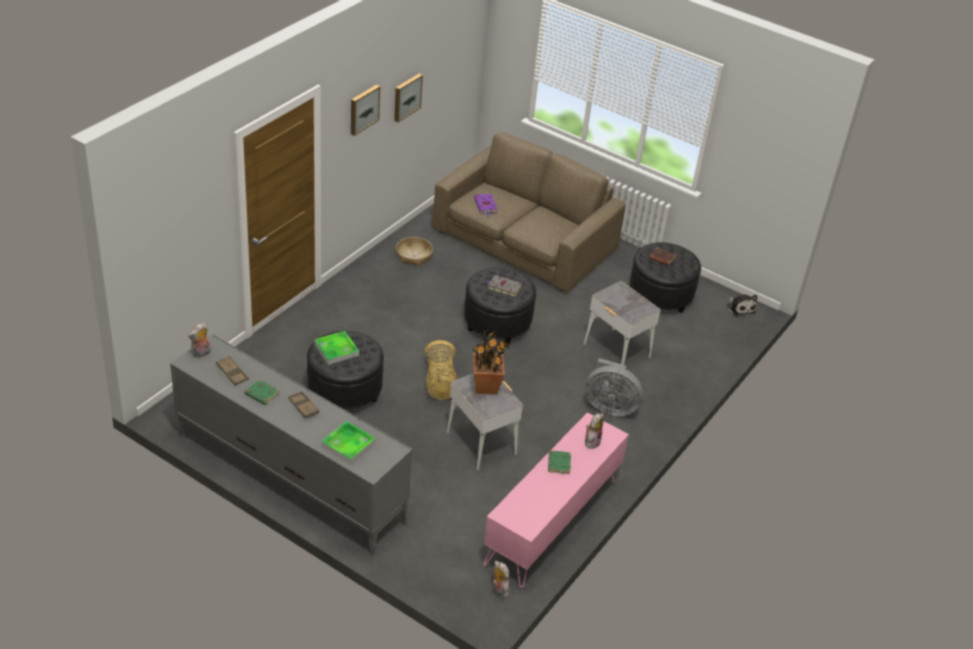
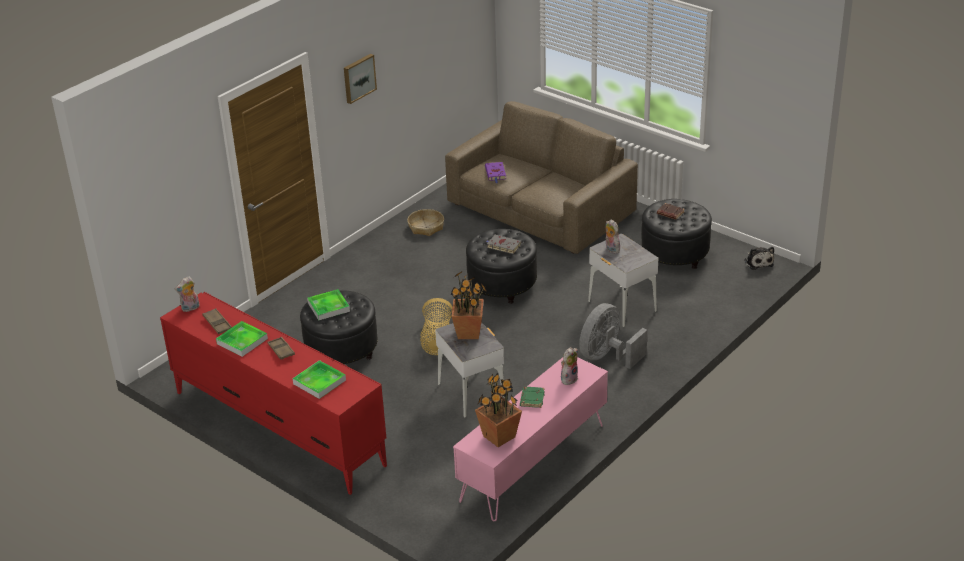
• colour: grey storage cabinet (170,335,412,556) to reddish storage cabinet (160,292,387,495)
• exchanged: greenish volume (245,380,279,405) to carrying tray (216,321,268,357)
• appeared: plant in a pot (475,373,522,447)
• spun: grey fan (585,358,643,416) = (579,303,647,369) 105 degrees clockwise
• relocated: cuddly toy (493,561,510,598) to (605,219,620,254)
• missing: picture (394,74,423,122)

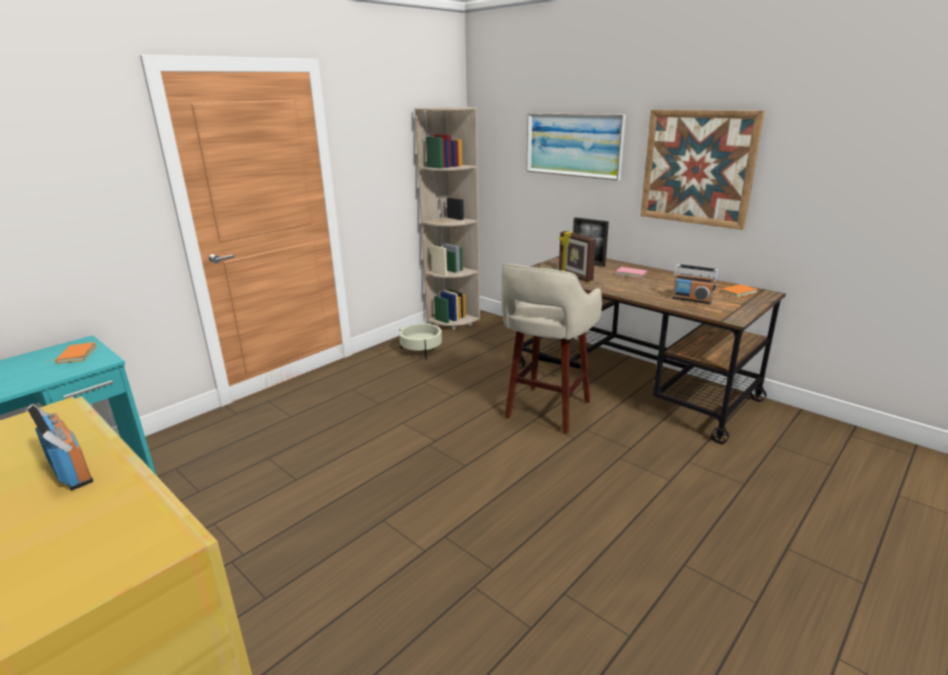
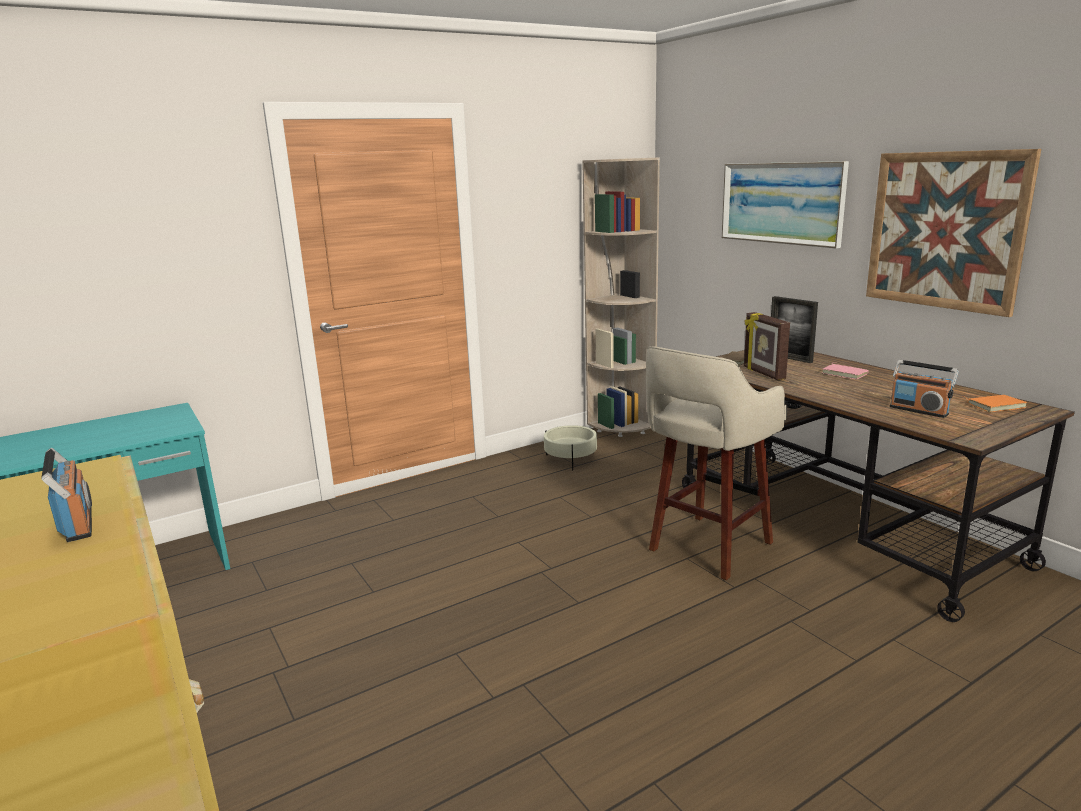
• missing: orange volume (47,342,97,364)

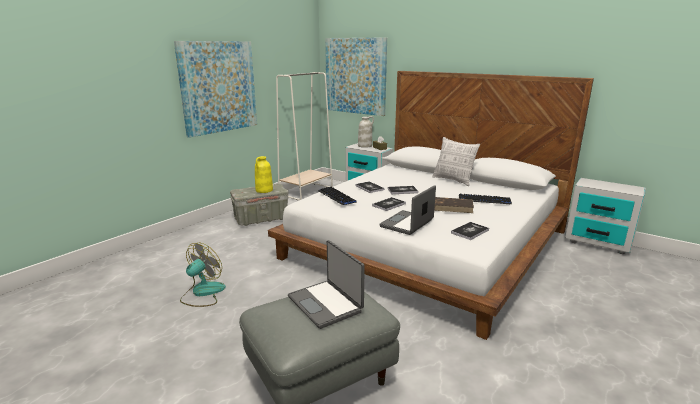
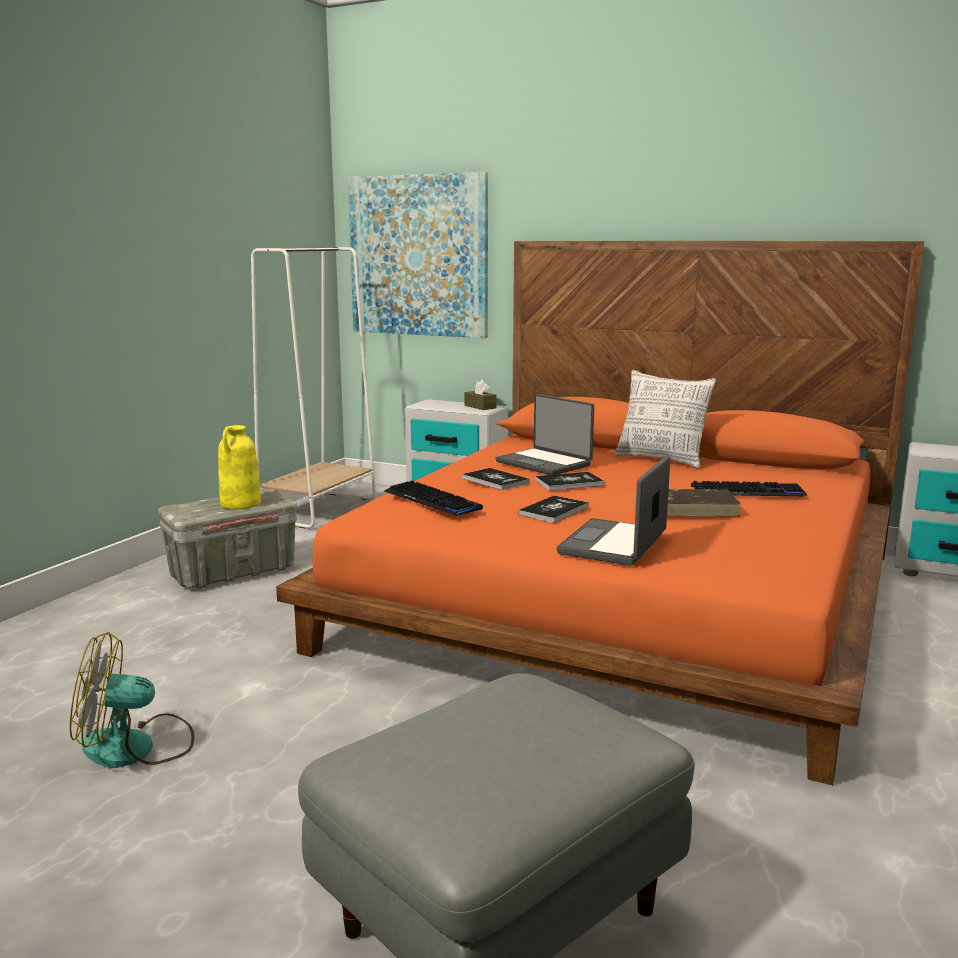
• spun: fan (180,243,226,307) = (70,632,194,768) 120 degrees counterclockwise
• colour: white-coloured bedroom bed (268,71,594,340) to orange bedroom bed (276,241,924,785)
• relocated: portable computer (288,240,365,329) to (496,394,594,475)
• missing: picture (174,41,257,138)
• missing: white-coloured flower vase (358,116,374,148)
• missing: volume (451,222,489,240)

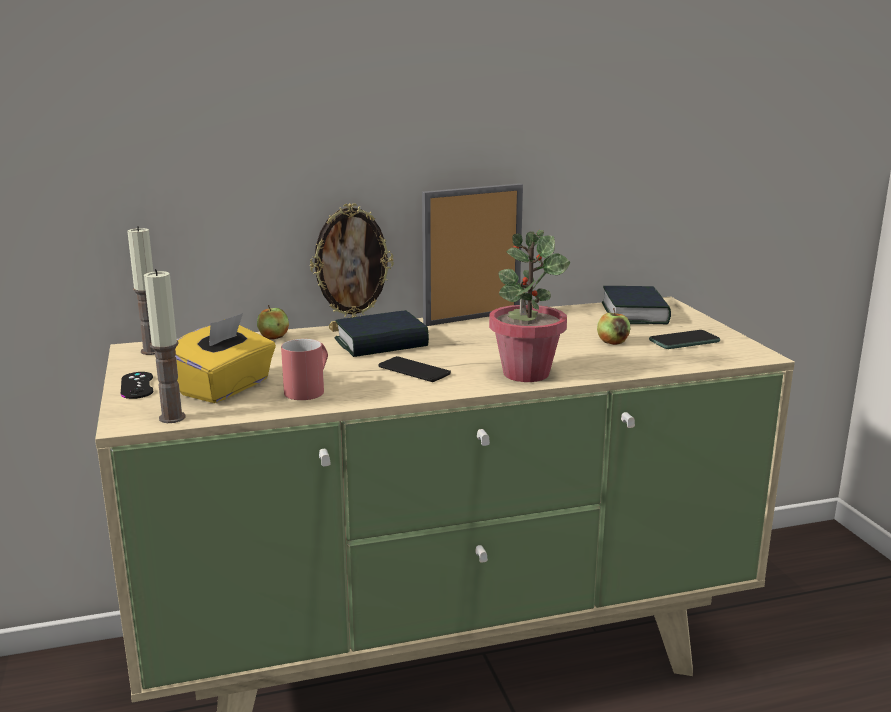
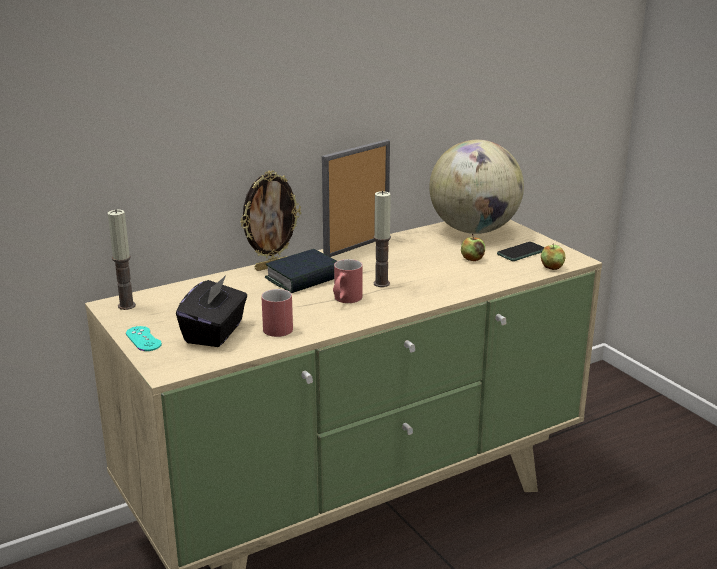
• colour: blackish gamepad (121,372,153,399) to turquoise-coloured gamepad (126,326,162,351)
• colour: yellow box of tissues (175,313,276,403) to blackish box of tissues (176,275,247,347)
• exchanged: handset (379,356,451,382) to reddish coffee mug (333,259,363,303)
• relocated: wax light (144,269,186,423) to (373,191,391,287)
• exchanged: volume (602,286,671,324) to globe (429,140,524,234)
• relocated: apple (257,305,289,340) to (541,244,565,270)
• missing: plant in a pot (489,230,570,382)

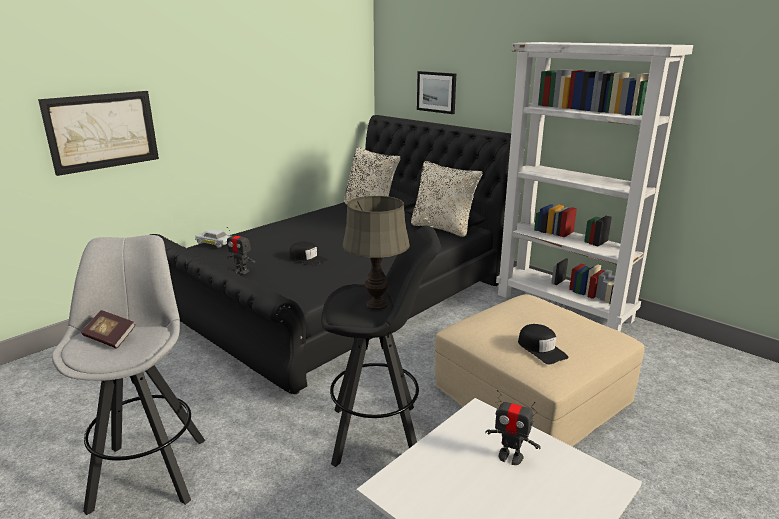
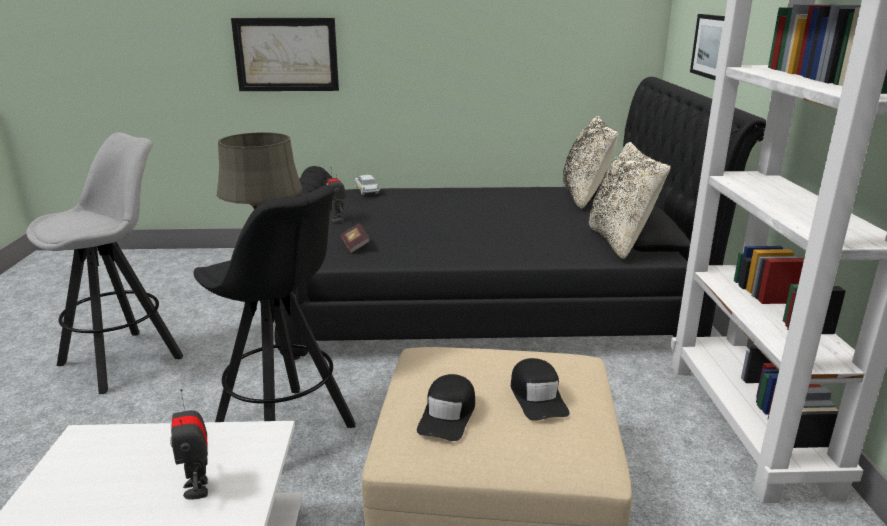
• relocated: volume (81,310,136,348) to (340,224,370,253)
• relocated: blackish cap (289,241,328,266) to (511,358,570,421)

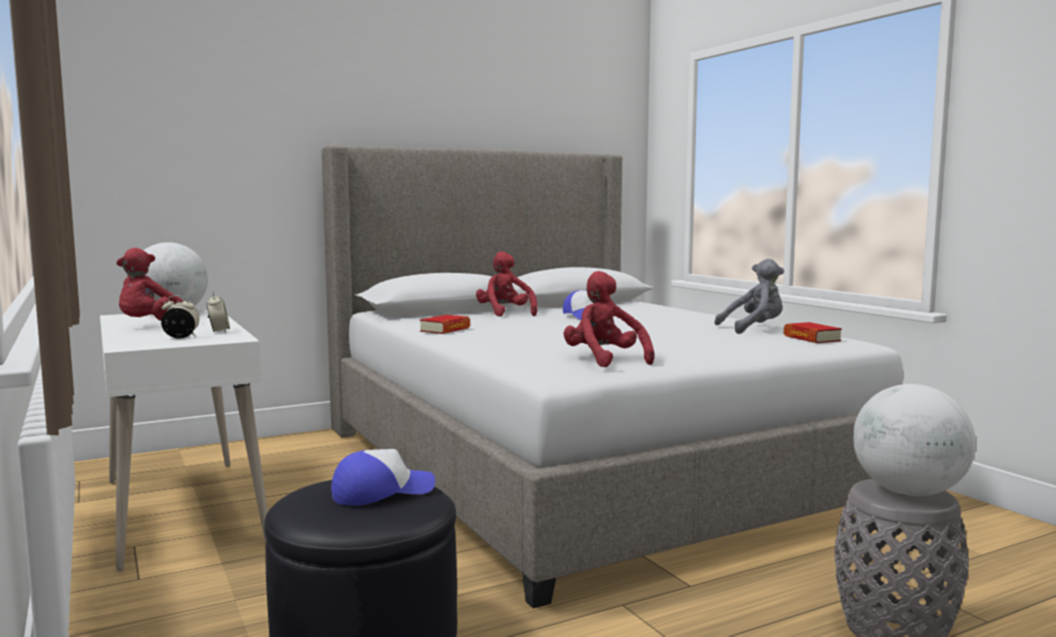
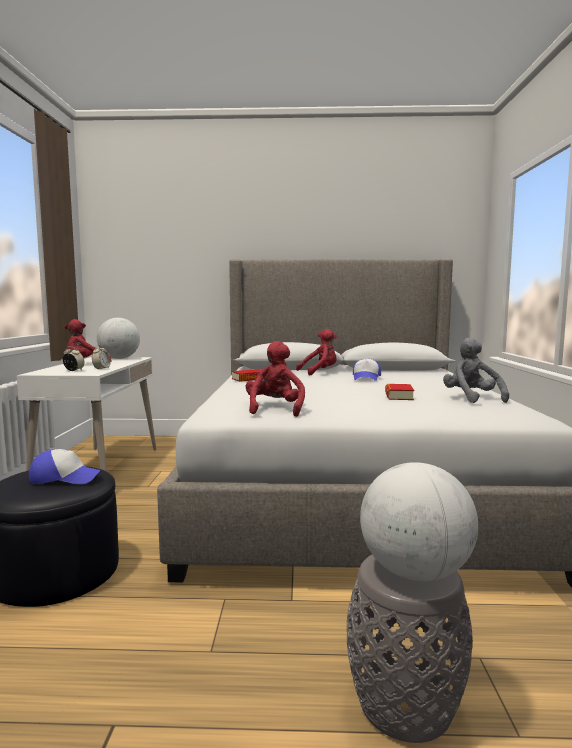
• spun: reddish cuddly toy (476,251,538,317) = (296,329,337,375) 60 degrees clockwise
• relocated: volume (784,322,842,343) to (385,384,414,400)
• spun: grey cuddly toy (714,259,784,334) = (443,338,509,403) 120 degrees counterclockwise

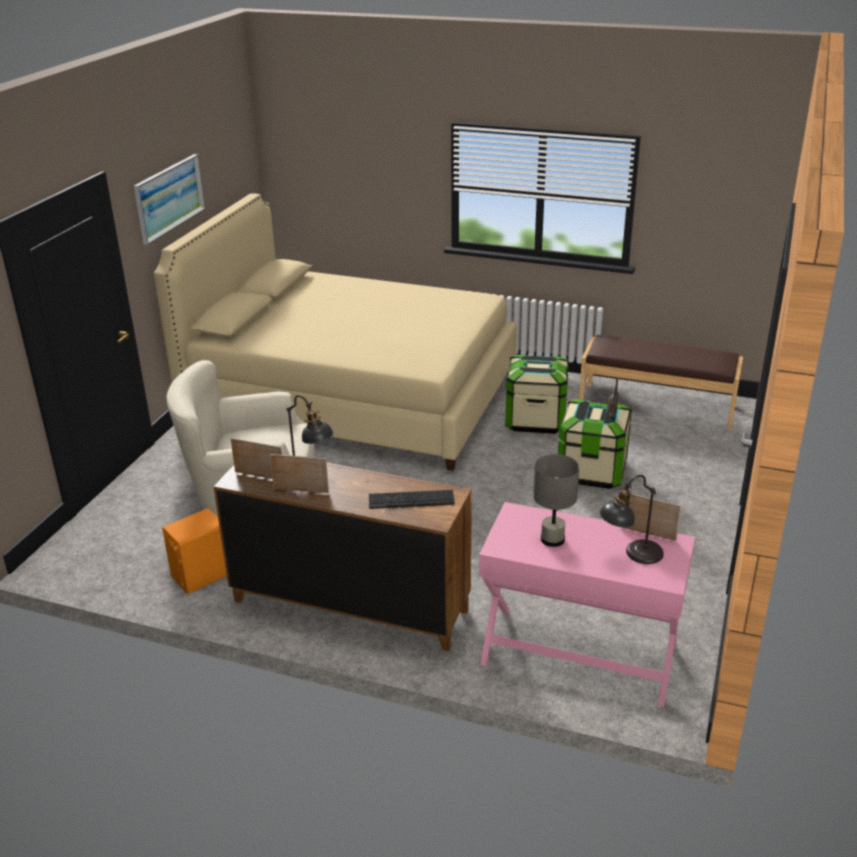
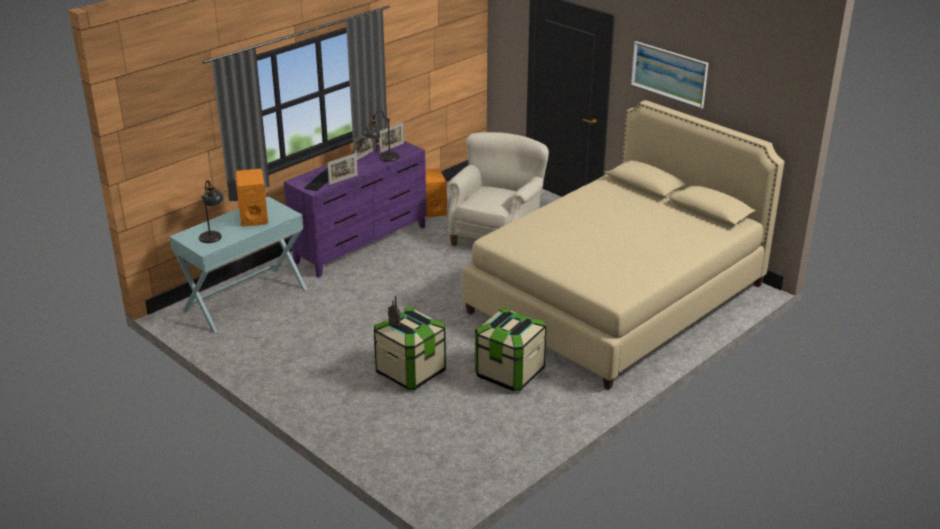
• colour: pink-coloured desk unit (479,502,695,707) to turquoise-coloured desk unit (169,196,307,333)
• exchanged: grey tabletop lamp (533,454,579,547) to orange speaker (236,169,268,227)
• colour: brown-coloured drawer chest (213,454,472,651) to purple drawer chest (284,141,427,277)
• relocated: picture frame (621,494,681,541) to (327,153,358,185)
• missing: brown-coloured indoor bench (579,335,743,430)

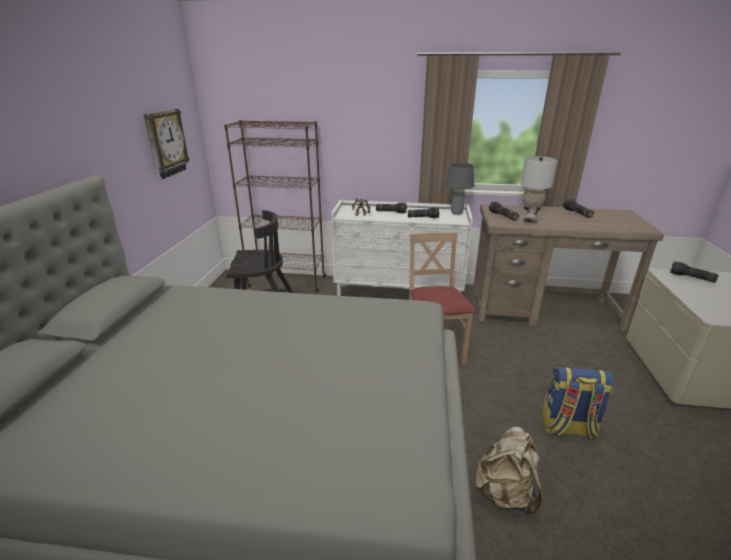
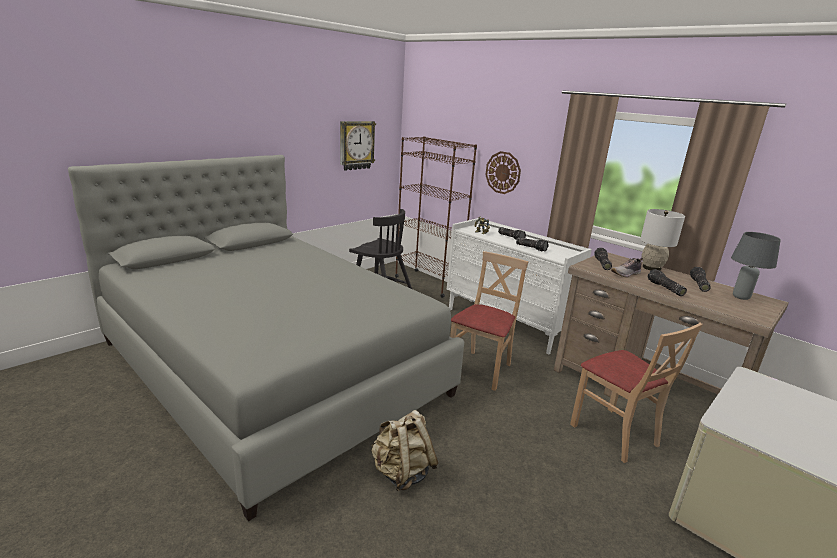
• appeared: wall clock (485,151,521,194)
• appeared: beige-coloured chair (570,323,703,463)
• relocated: hand torch (670,261,719,282) to (648,269,687,296)
• relocated: grey tabletop lamp (445,163,474,215) to (731,232,781,300)
• missing: backpack (541,367,613,439)

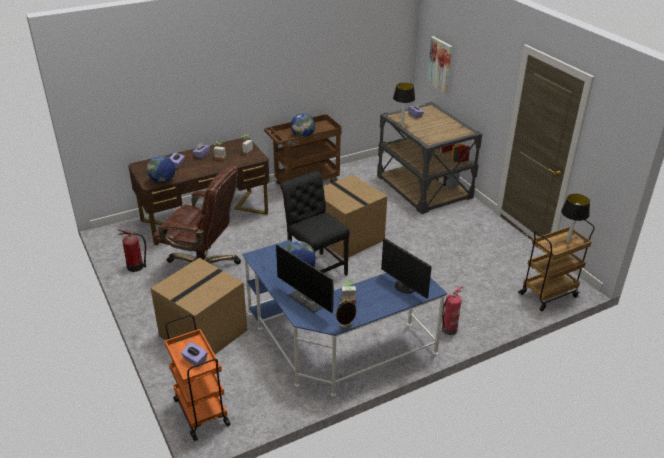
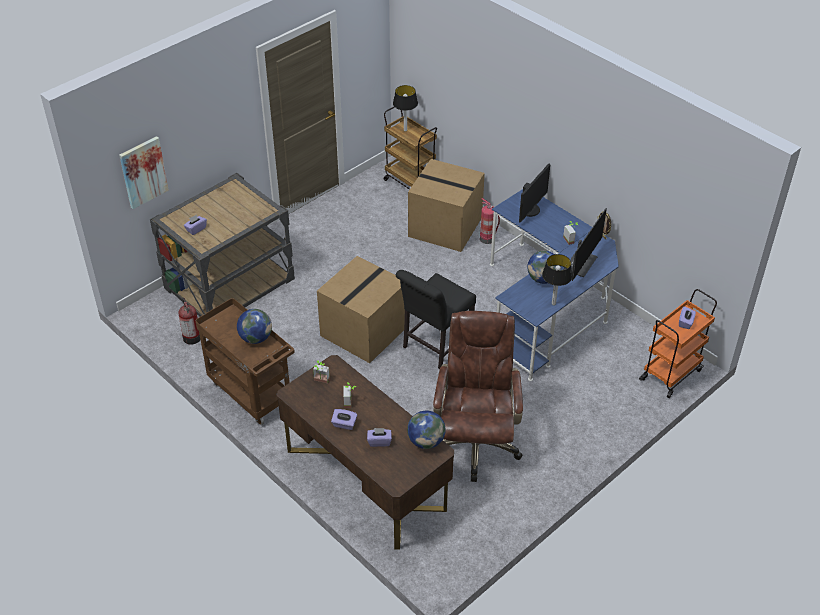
• relocated: extinguisher (118,229,146,272) to (178,298,200,345)
• relocated: cardboard box (151,258,247,354) to (408,159,485,252)
• relocated: tabletop lamp (393,83,415,125) to (542,254,572,305)

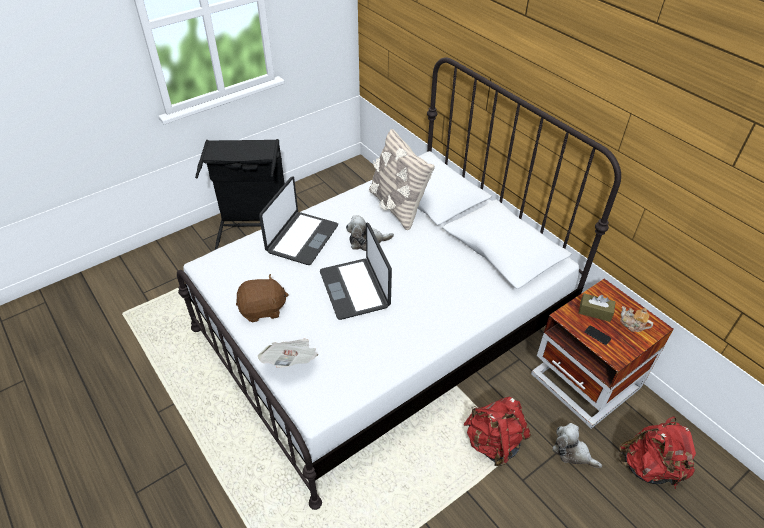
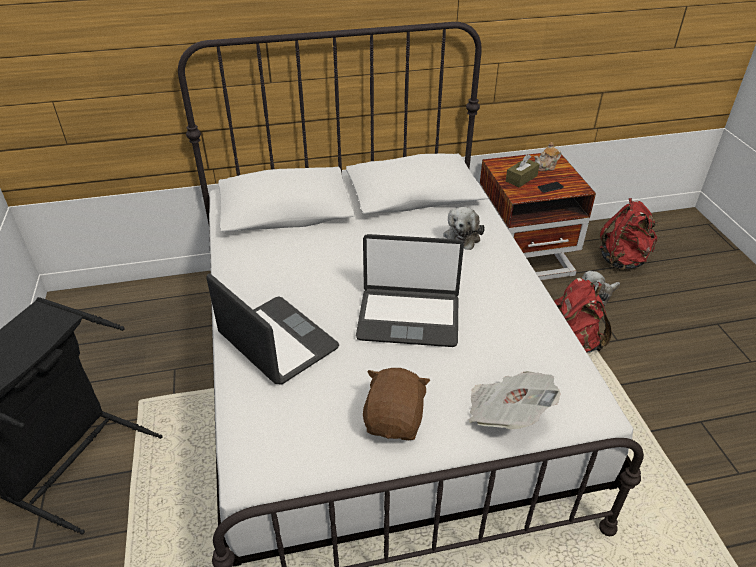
• relocated: cuddly toy (346,215,394,251) to (443,207,485,250)
• missing: beige-coloured cushion (369,129,435,230)

